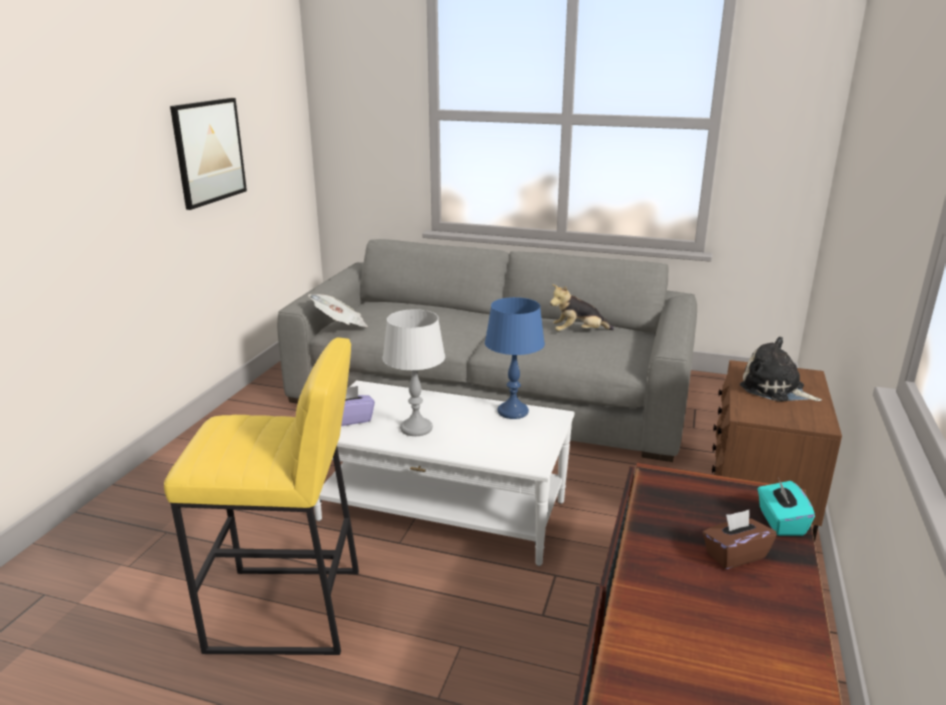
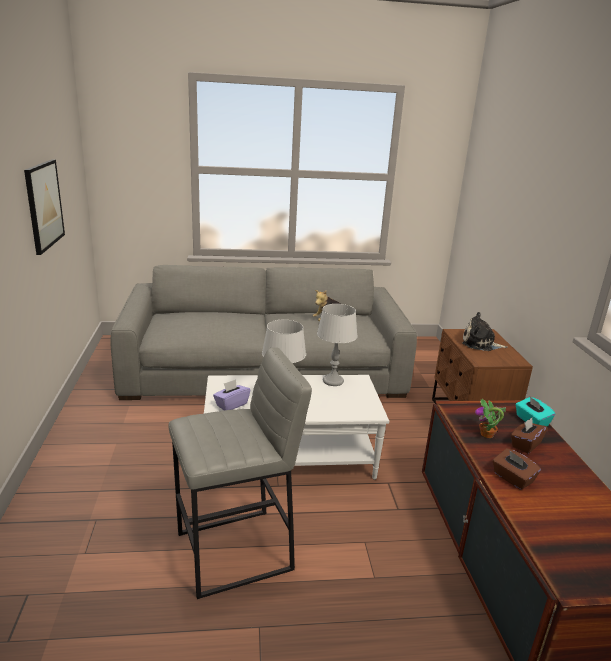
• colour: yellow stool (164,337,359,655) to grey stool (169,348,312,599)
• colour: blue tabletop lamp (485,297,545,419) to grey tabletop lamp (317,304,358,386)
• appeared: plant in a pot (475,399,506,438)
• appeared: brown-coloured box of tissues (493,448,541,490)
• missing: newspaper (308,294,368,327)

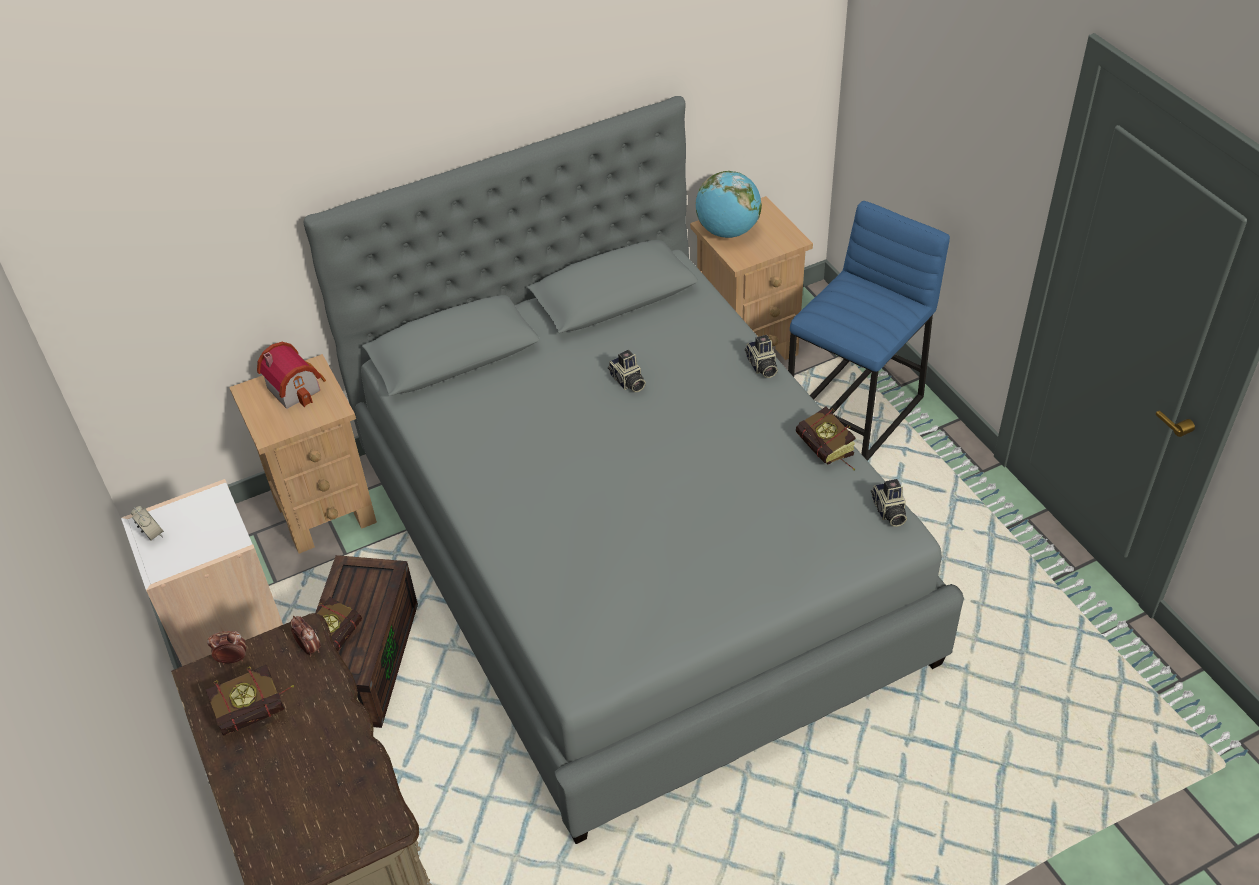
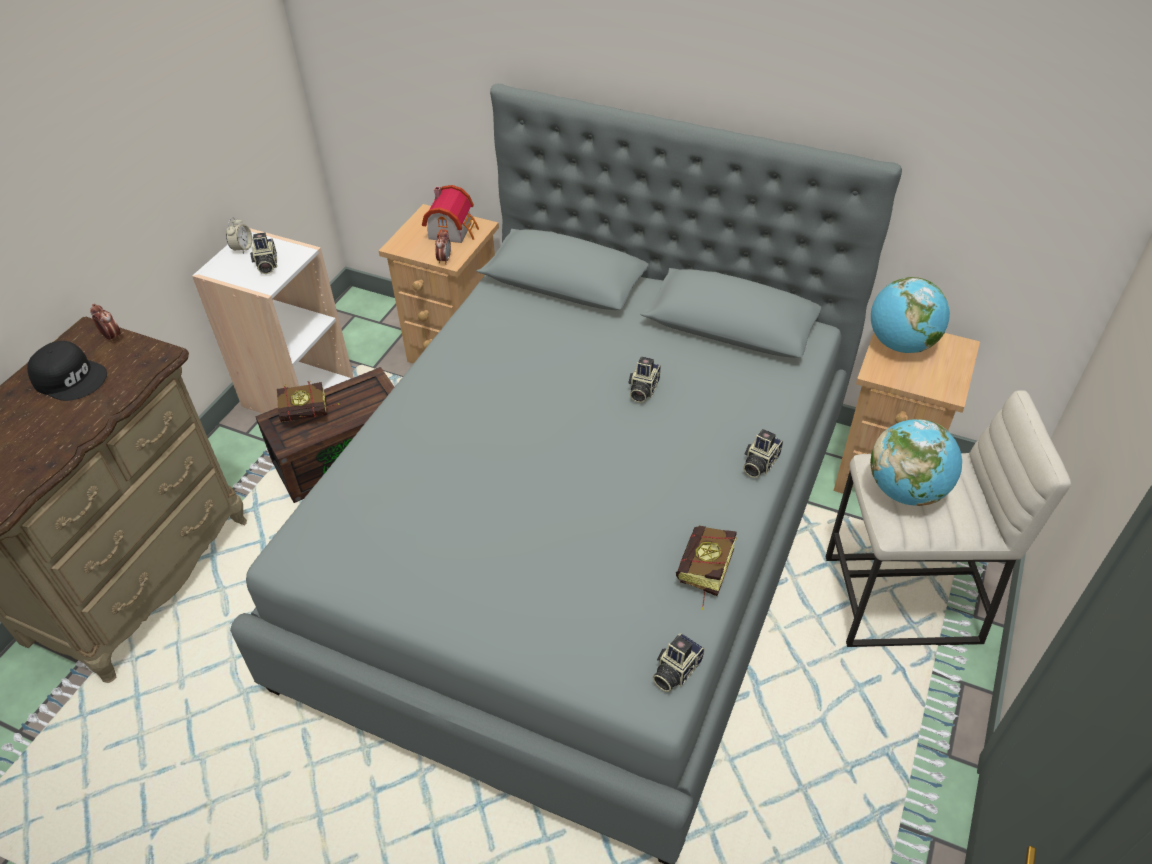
• exchanged: volume (206,665,294,736) to blackish cap (27,341,107,401)
• appeared: still camera (250,233,277,274)
• relocated: table clock (290,616,321,657) to (435,230,451,265)
• colour: blue stool (788,201,950,461) to beige-coloured stool (825,390,1071,647)
• appeared: globe (870,419,962,506)

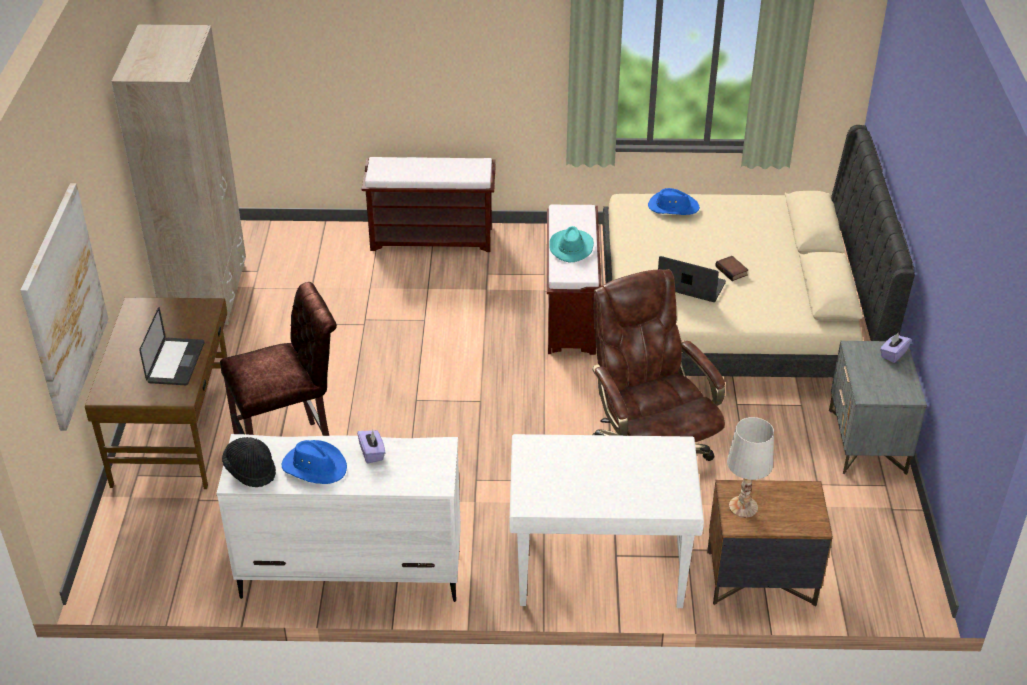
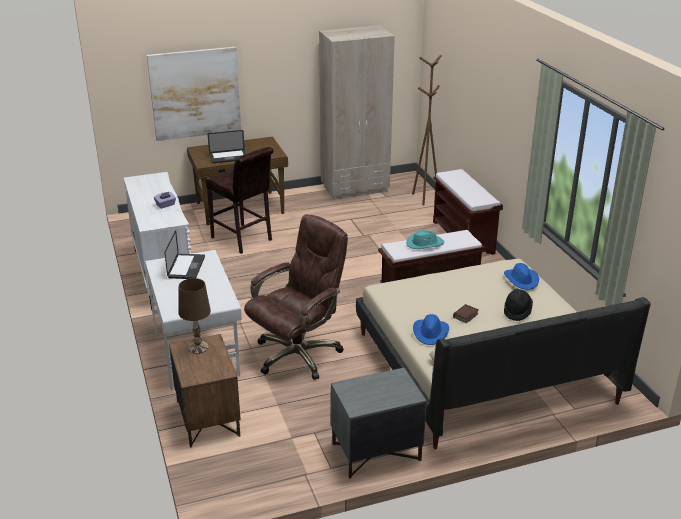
• relocated: portable computer (658,256,726,302) to (165,230,205,279)
• colour: white-coloured tabletop lamp (727,417,774,518) to brown-coloured tabletop lamp (179,278,211,354)
• appeared: brown-coloured garment rack (412,55,442,205)
• relocated: blue clothing hat (282,440,347,484) to (413,314,449,345)
• relocated: blackish clothing hat (222,437,276,487) to (504,289,533,321)
• missing: purple box of tissues (880,332,911,363)

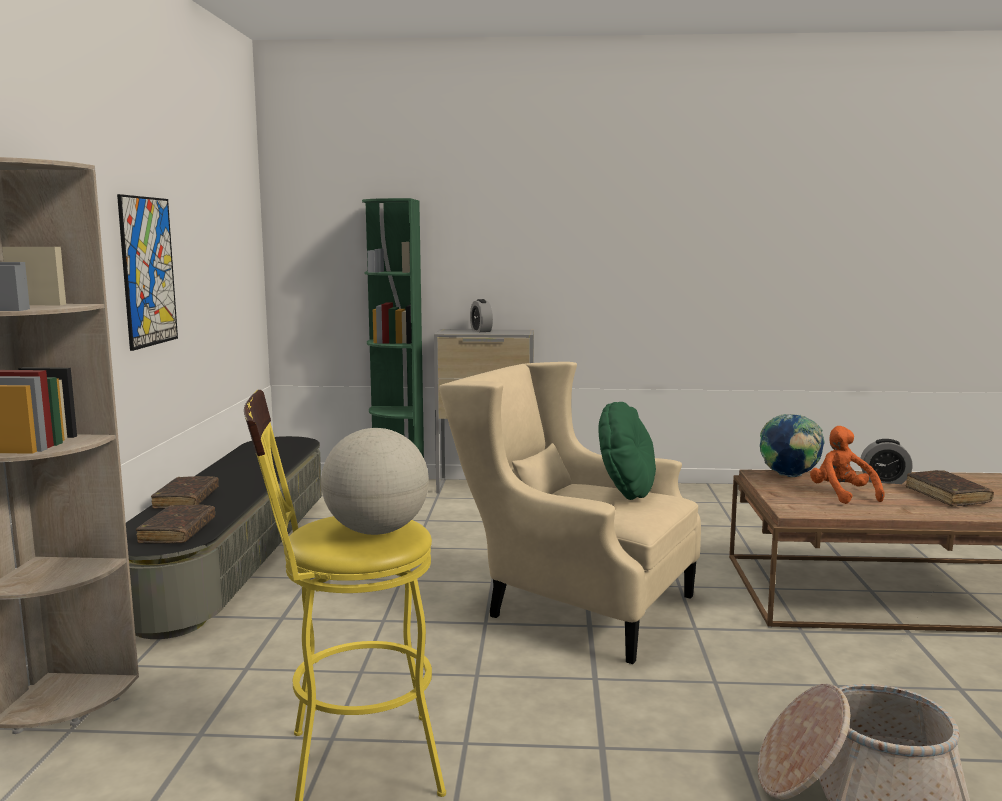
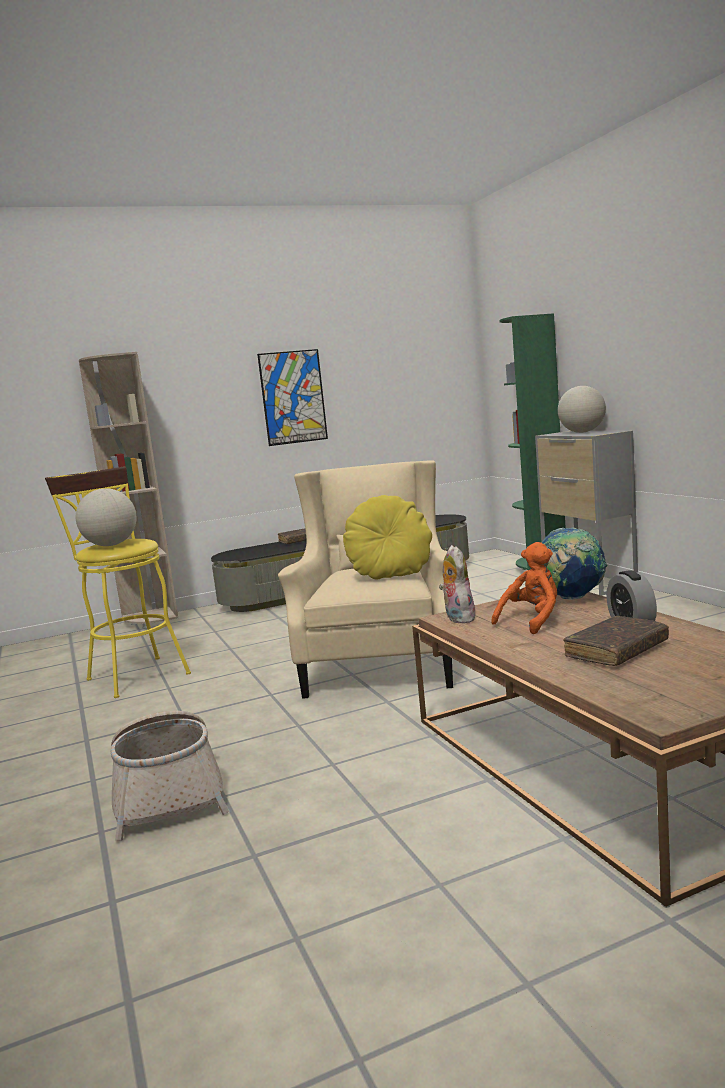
• colour: greenish cushion (598,402,656,500) to yellow cushion (343,495,432,579)
• appeared: cuddly toy (439,545,475,623)
• exchanged: table clock (470,299,493,332) to globe (558,386,606,433)
• missing: brown-coloured volume (136,505,215,544)

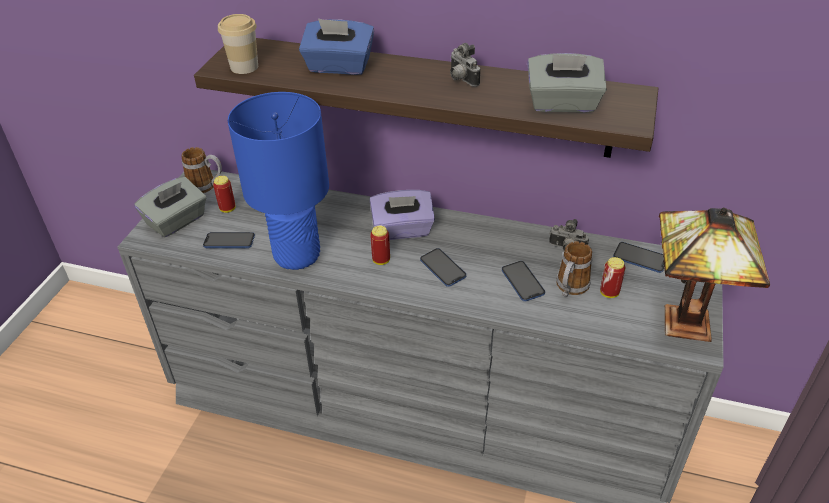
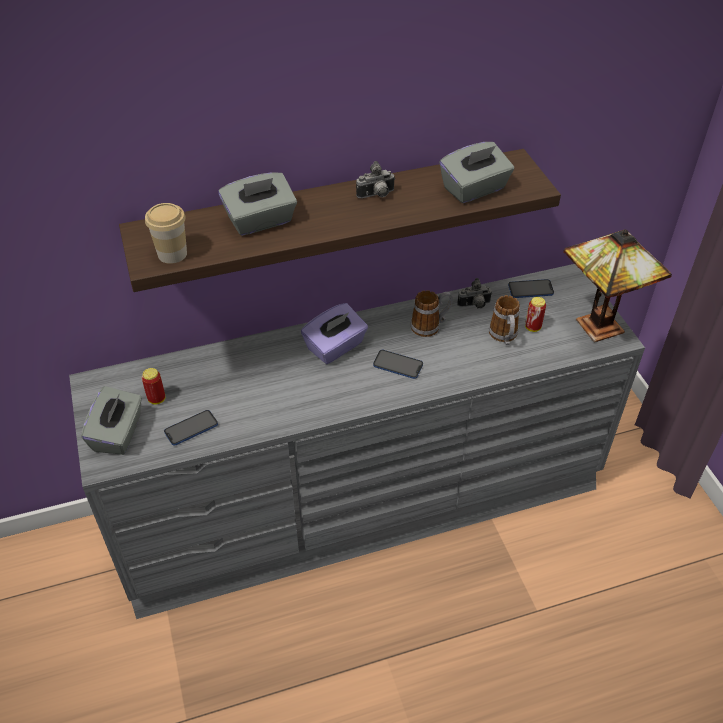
• colour: blue box of tissues (299,19,374,75) to grey box of tissues (218,172,297,236)
• spun: still camera (450,43,480,87) = (356,161,395,198) 45 degrees counterclockwise
• relocated: coffee mug (182,147,222,193) to (411,290,453,337)
• missing: blue tabletop lamp (228,92,329,270)
• missing: sealed can (370,226,390,265)
• missing: handset (502,261,545,301)

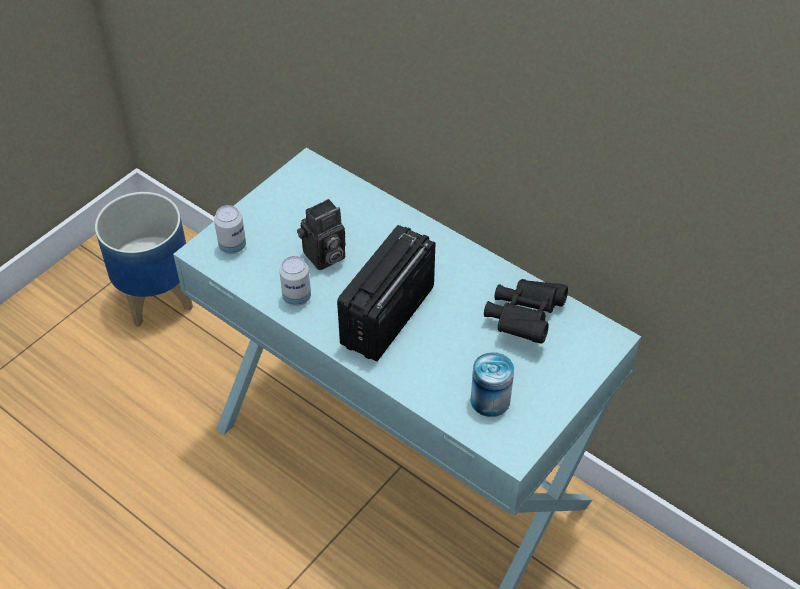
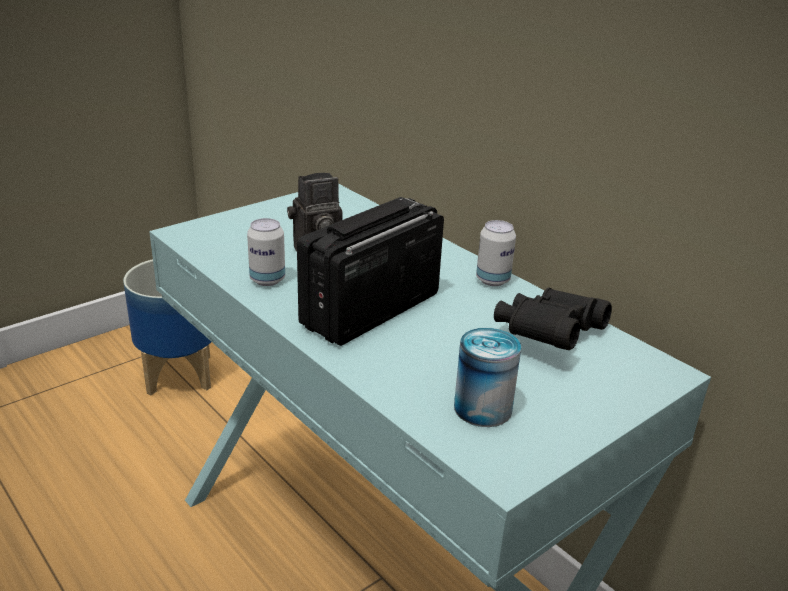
• relocated: sealed can (214,205,246,254) to (476,220,516,286)

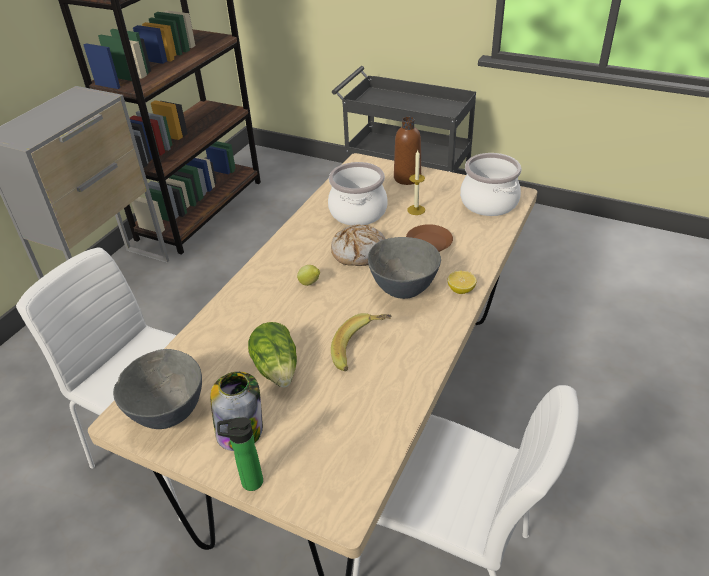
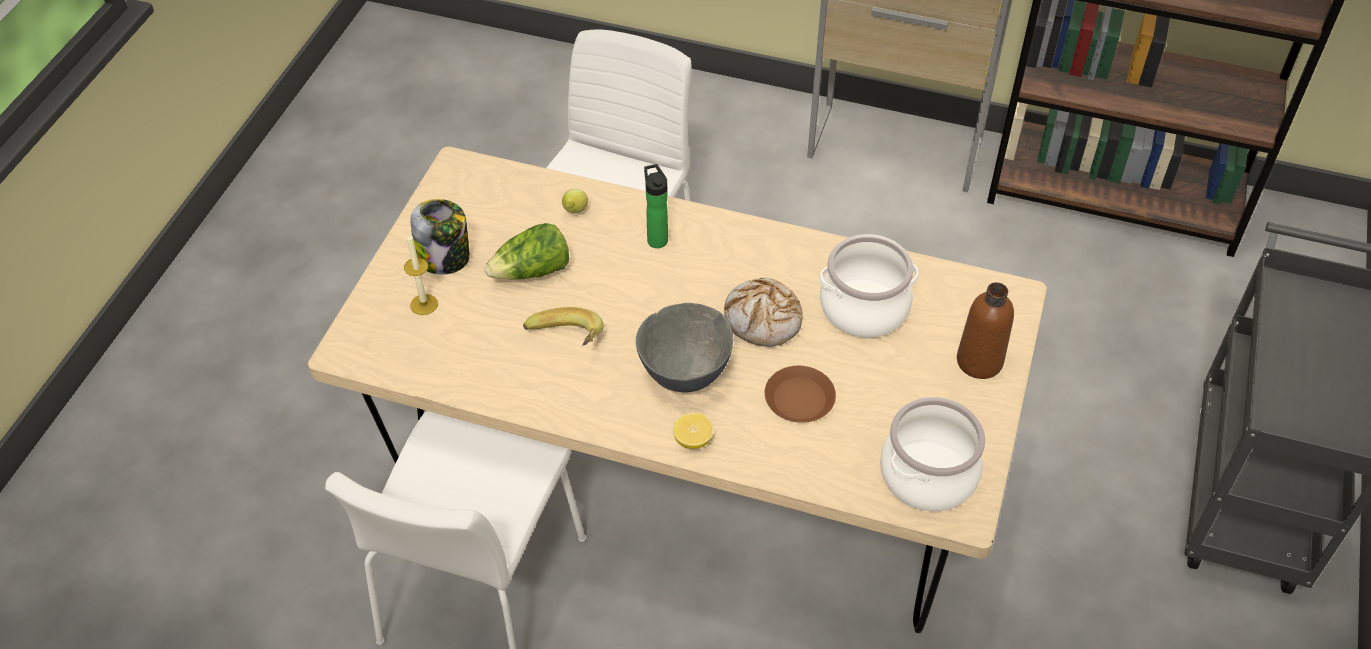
• relocated: wax light (407,150,425,215) to (404,234,438,315)
• relocated: whole lemon (297,265,320,286) to (562,189,588,214)
• relocated: beverage bottle (217,417,263,491) to (644,164,668,248)
• missing: grey serving bowl (113,349,202,429)

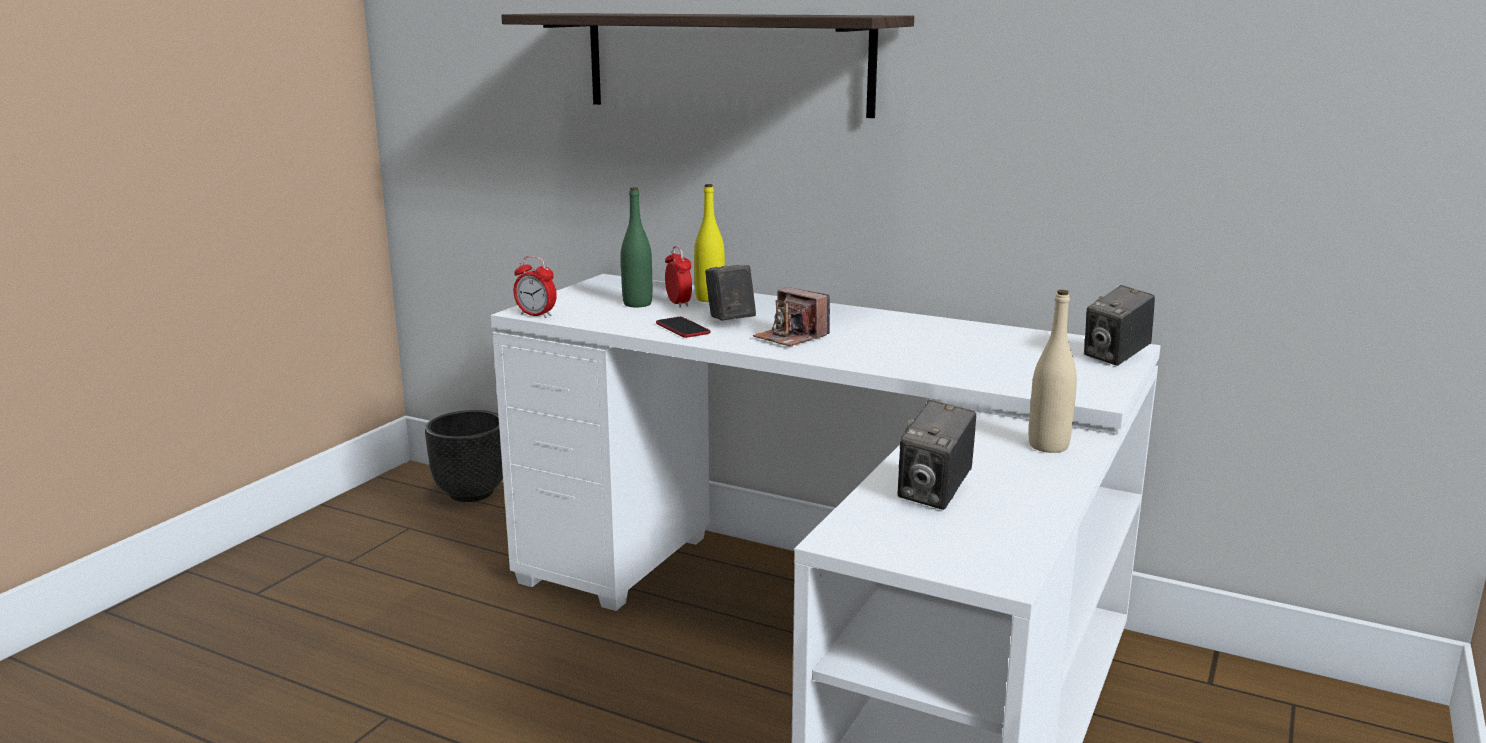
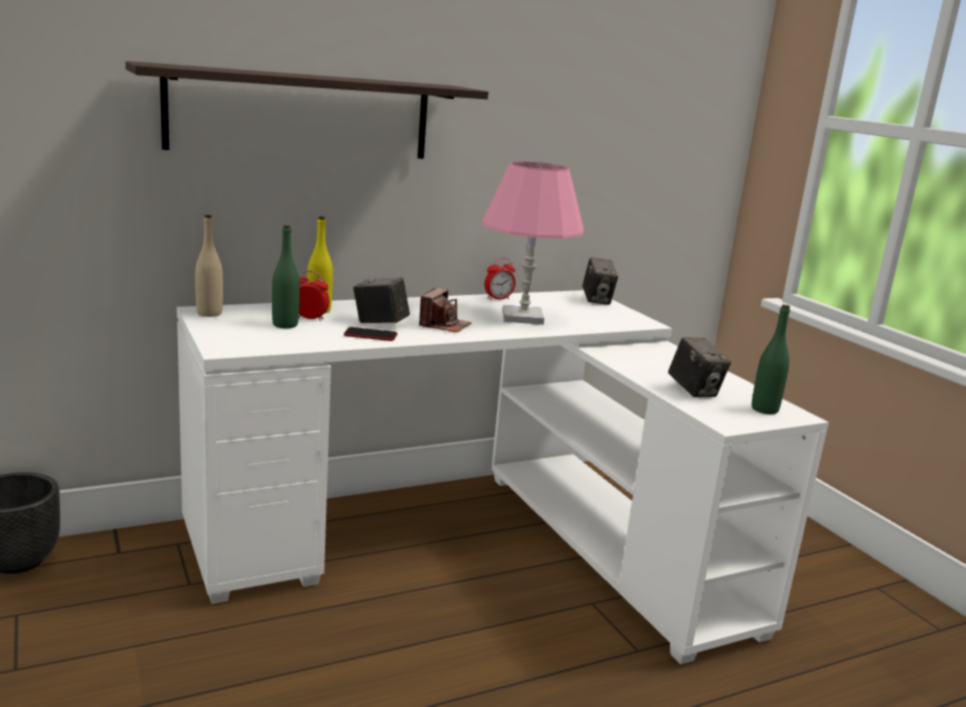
• relocated: beige-coloured beverage bottle (1029,290,1077,453) to (195,215,223,317)
• spun: still camera (753,287,830,346) = (419,288,471,332) 60 degrees counterclockwise
• appeared: pink-coloured tabletop lamp (482,161,584,325)
• relocated: table clock (514,256,557,318) to (485,258,515,300)
• appeared: greenish beverage bottle (752,304,790,414)

